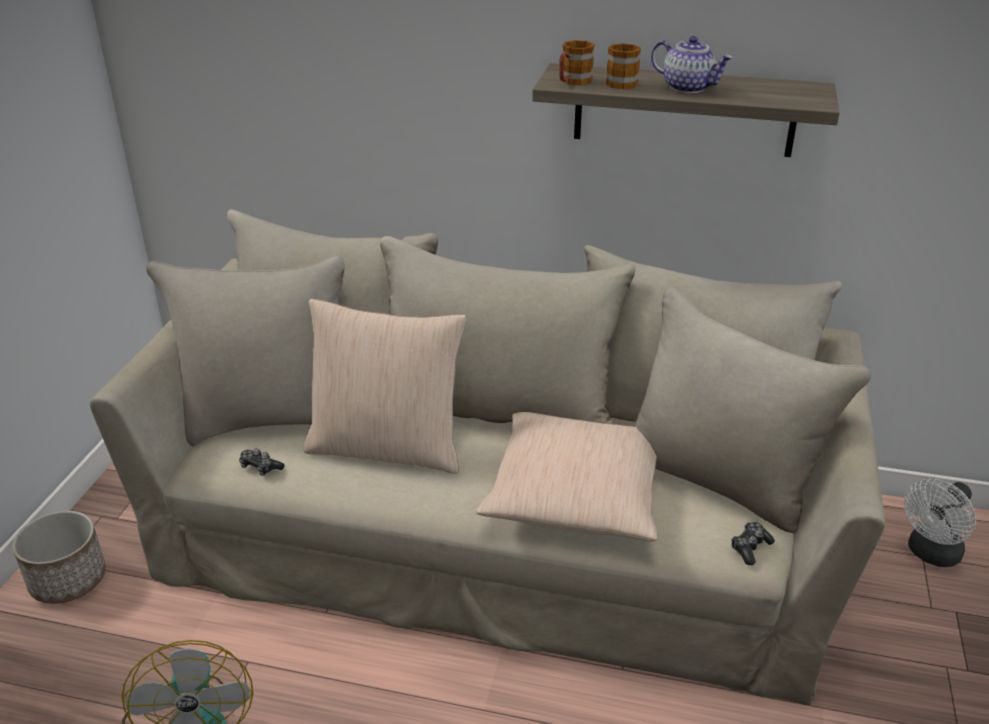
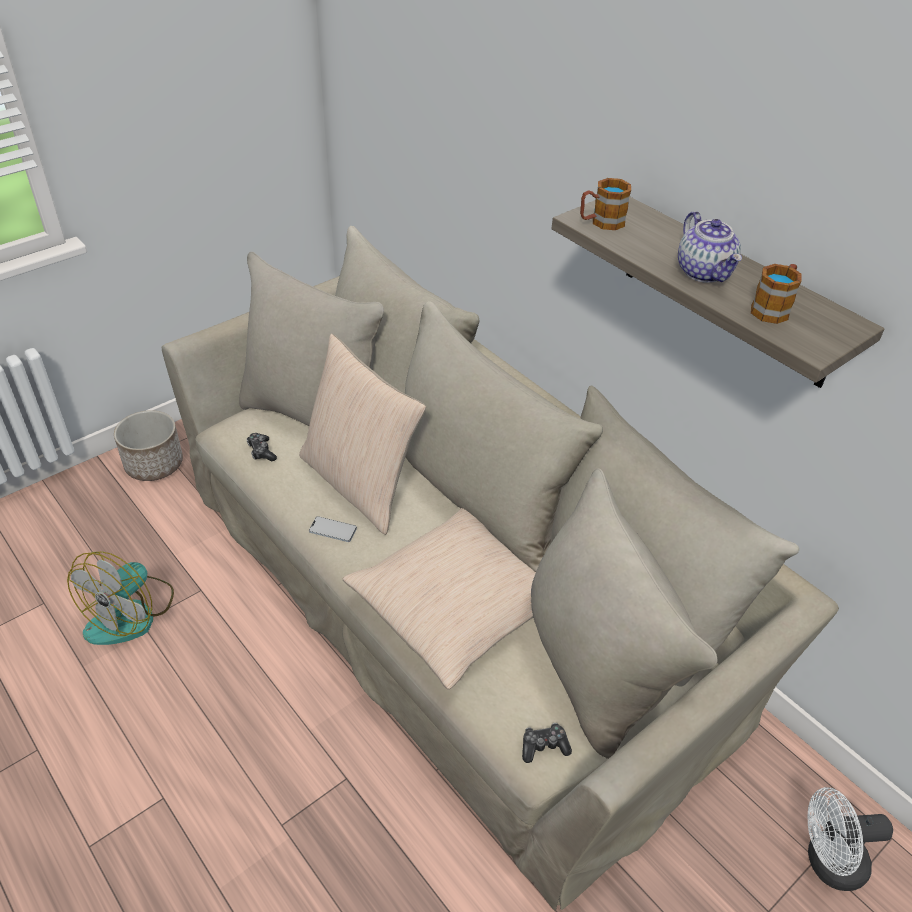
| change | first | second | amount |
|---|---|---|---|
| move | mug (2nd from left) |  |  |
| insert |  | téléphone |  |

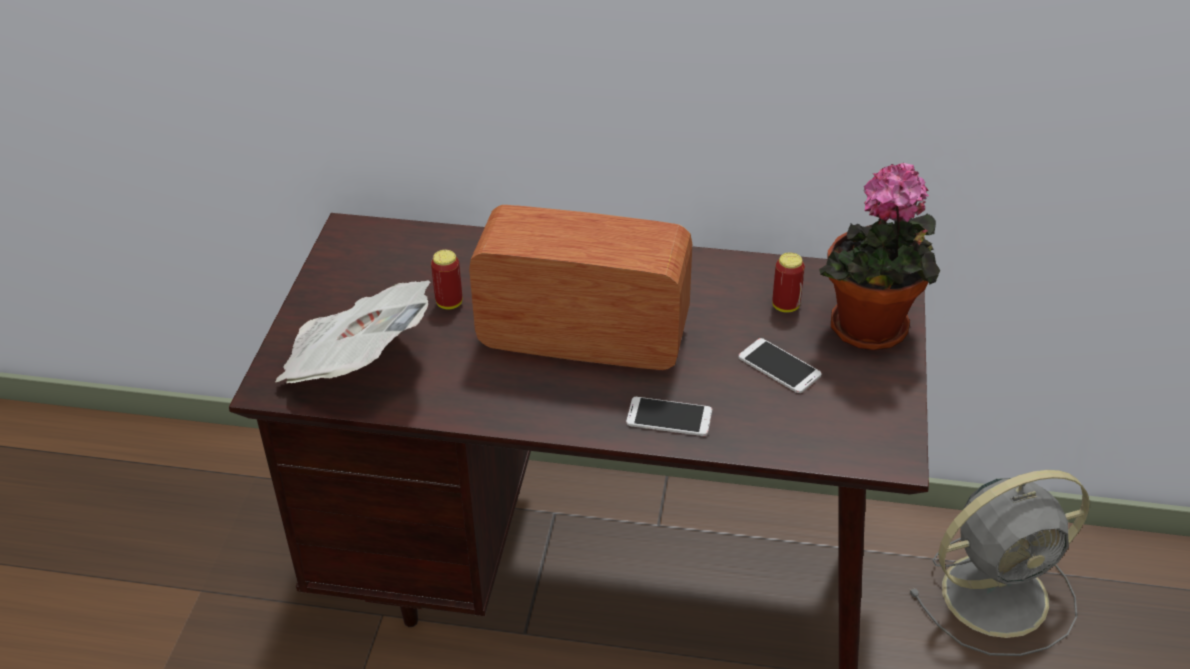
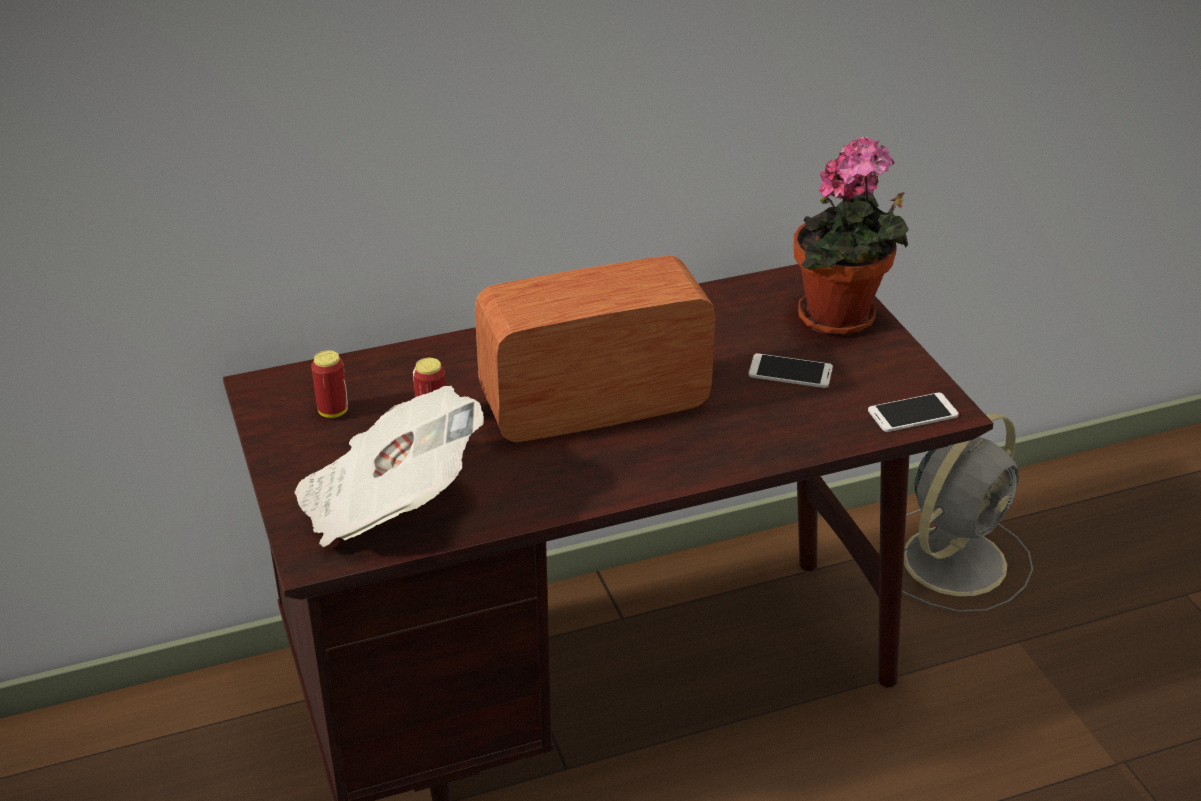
| change | first | second | amount |
|---|---|---|---|
| move | téléphone (1st from left in the first image) | téléphone (2nd from left) |  |
| move | boîte métallique (2nd from left in the first image) | boîte métallique (1st from left) |  |

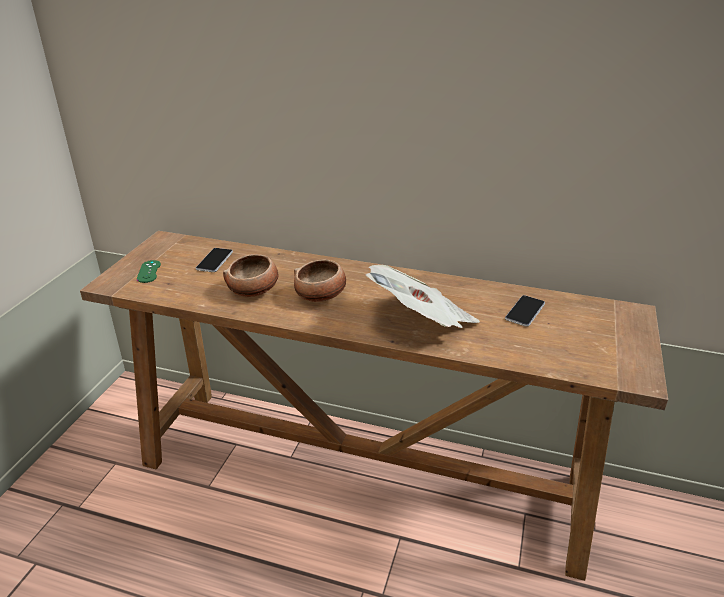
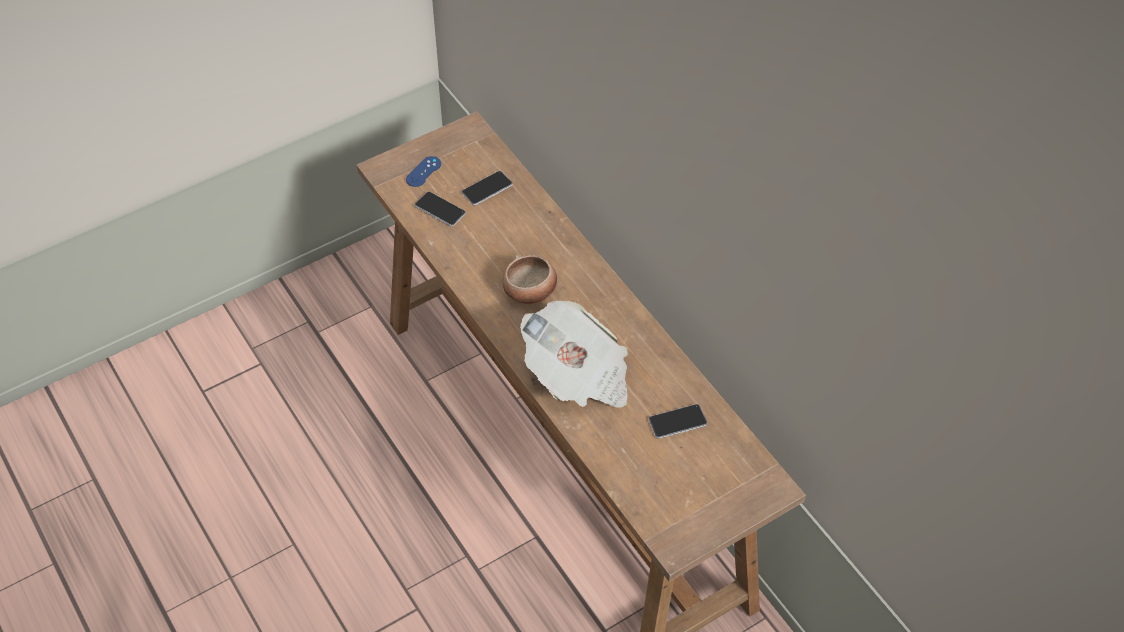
| change | first | second | amount |
|---|---|---|---|
| recolor | manette [vert] | manette [bleu] |  |
| delete | bol (1st from left) |  |  |
| insert |  | téléphone (1st from left) |  |

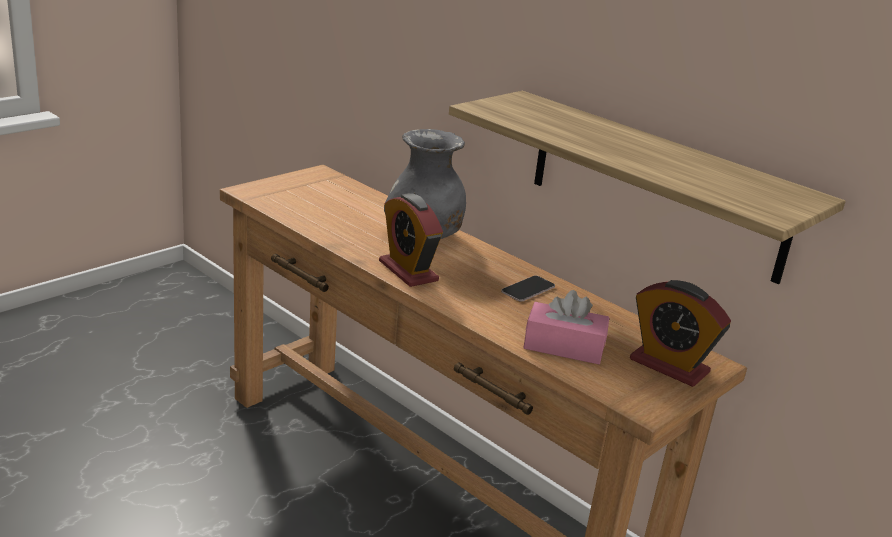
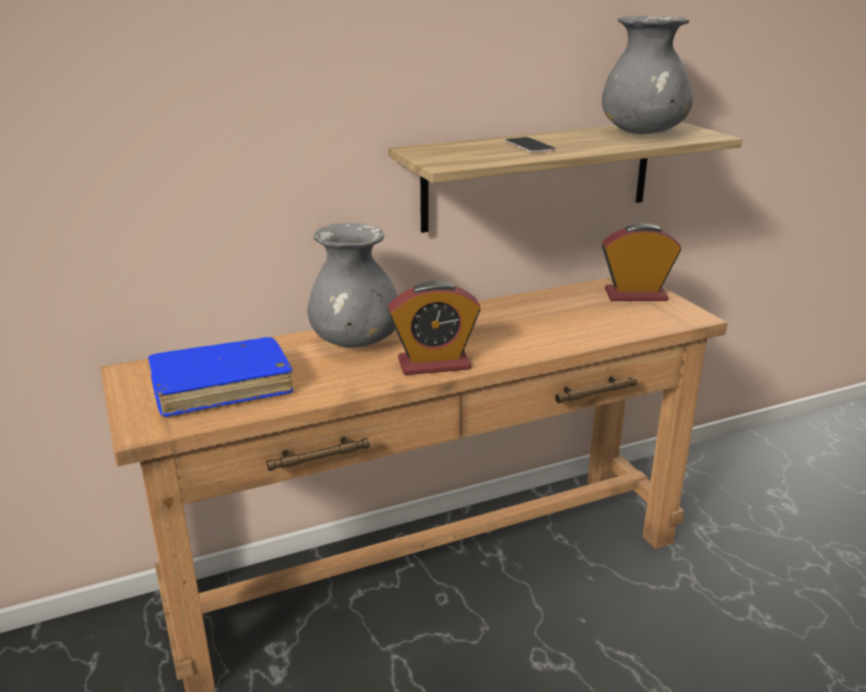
| change | first | second | amount |
|---|---|---|---|
| move | téléphone |  |  |
| delete | boîte à mouchoirs [rose] |  |  |
| rotate | réveil (2nd from left) |  | 150 degrees counterclockwise |
| insert |  | livre [bleu] |  |
| insert |  | vase [gris] (2nd from left) |  |

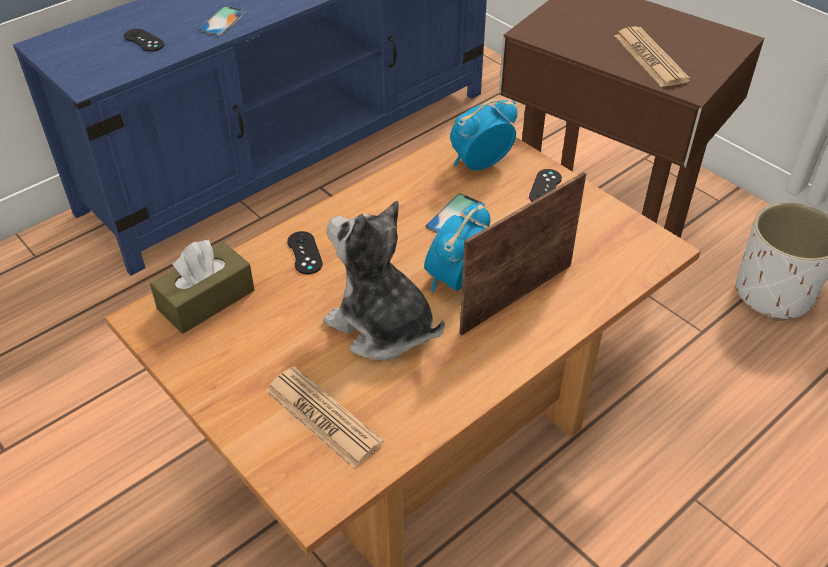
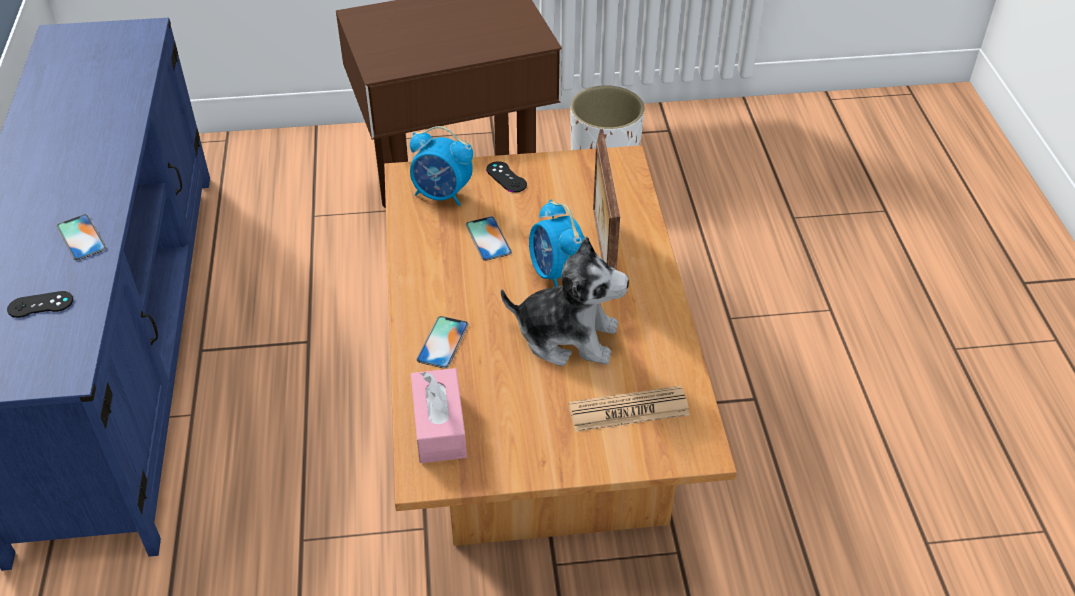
| change | first | second | amount |
|---|---|---|---|
| recolor | boîte à mouchoirs [marron] | boîte à mouchoirs [rose] |  |
| replace | manette [noir] (2nd from left) | téléphone (2nd from left) |  |
| rotate | peluche |  | 150 degrees counterclockwise |
| rotate | réveil (2nd from left in the first image) | réveil (1st from left) | 75 degrees counterclockwise |
| delete | journal (2nd from left) |  |  |

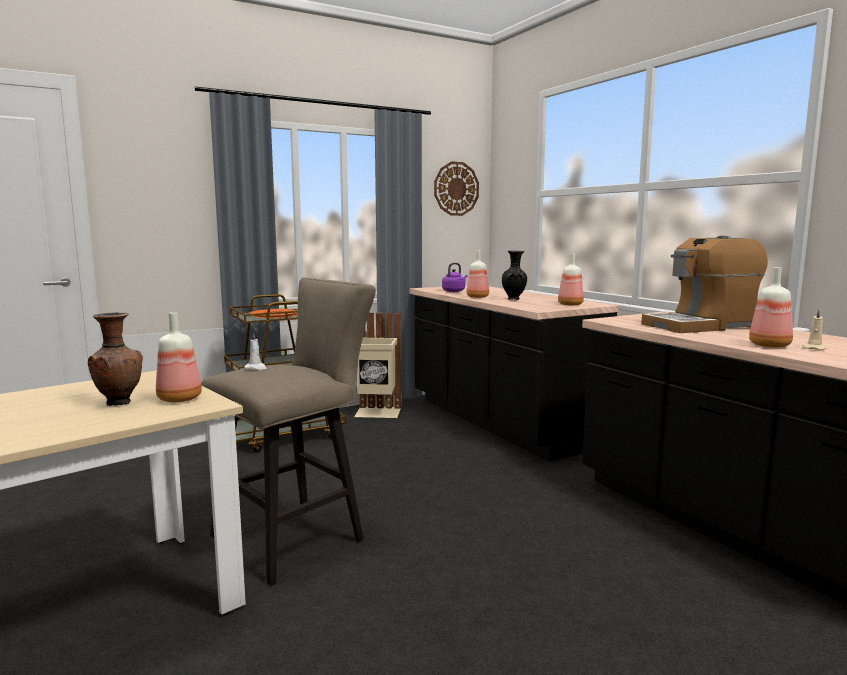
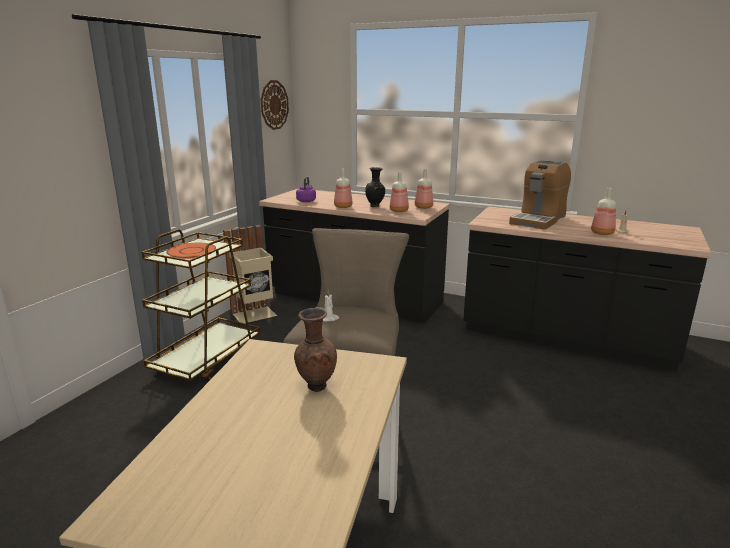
| change | first | second | amount |
|---|---|---|---|
| move | bouteille (1st from left in the first image) | bouteille (2nd from left) |  |

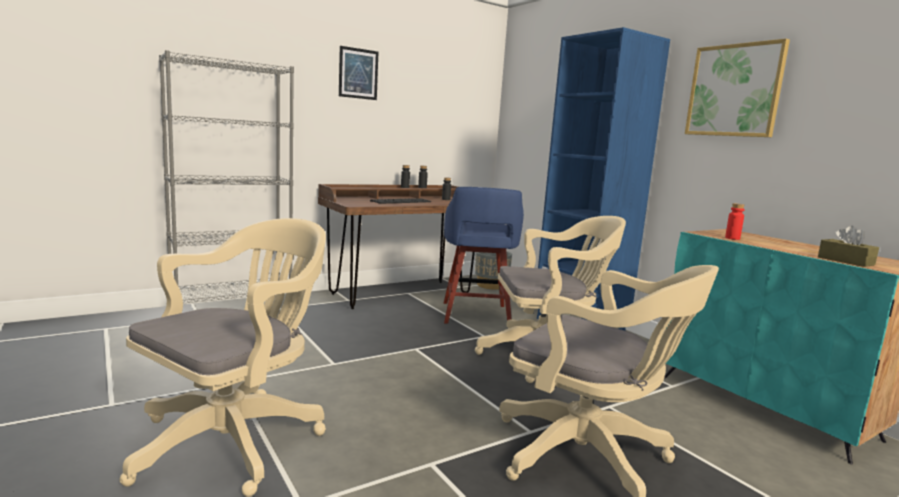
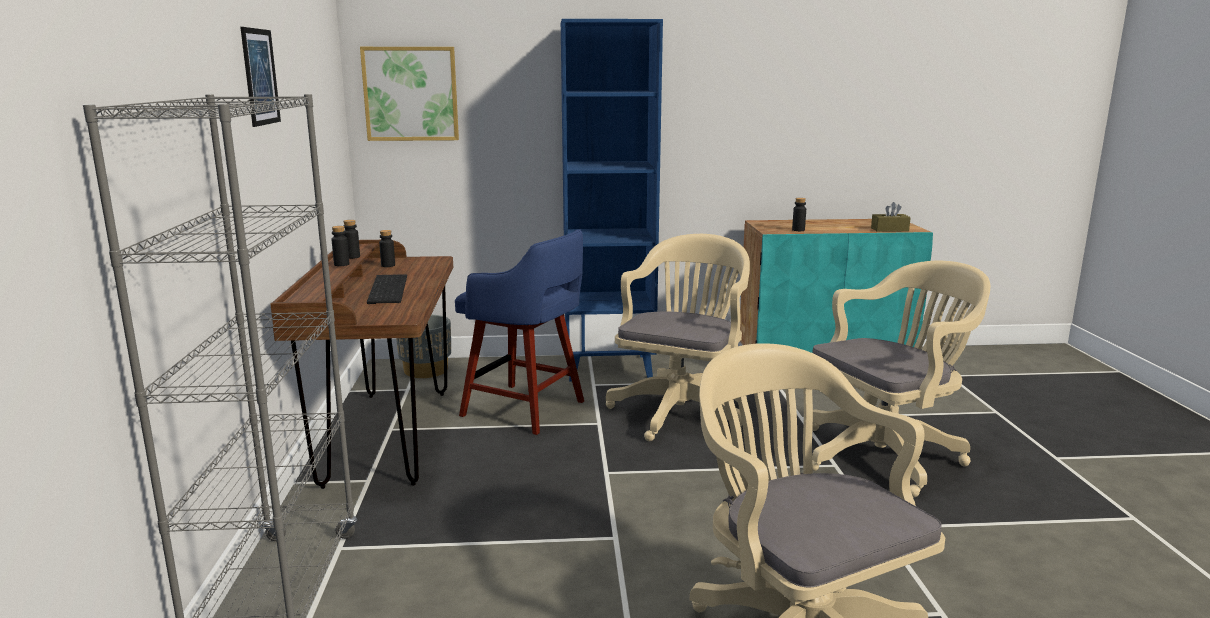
| change | first | second | amount |
|---|---|---|---|
| move | tableau (2nd from left) |  |  |
| recolor | bouteille [rouge] | bouteille [noir] (4th from left) |  |

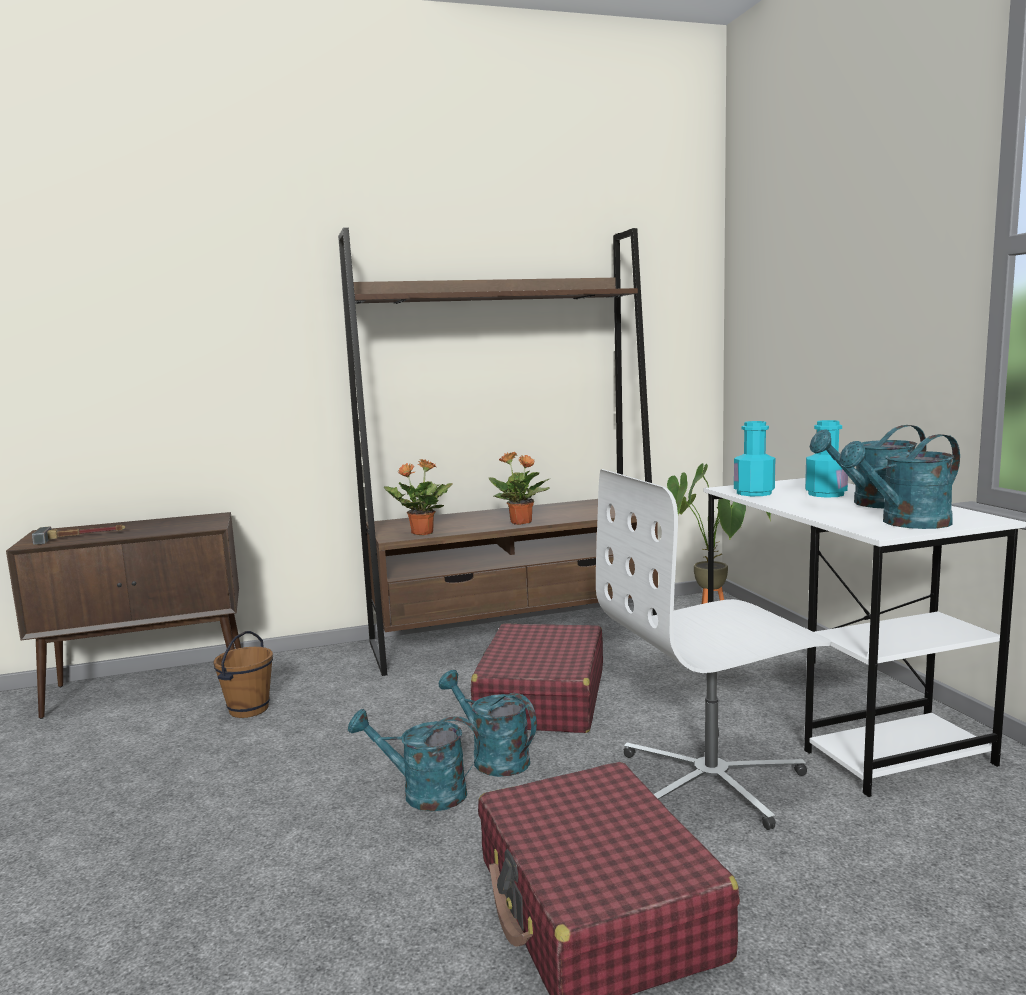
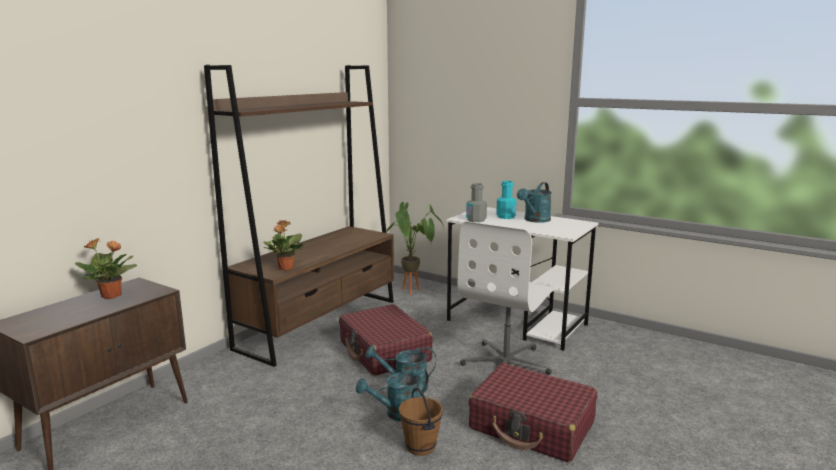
| change | first | second | amount |
|---|---|---|---|
| delete | marteau |  |  |
| move | seau [marron] |  |  |
| move | plante en pot (2nd from left in the first image) | plante en pot (1st from left) |  |
| recolor | bouteille [turquoise] (1st from left) | bouteille [gris] |  |
| delete | arrosoir [turquoise] (4th from left) |  |  |

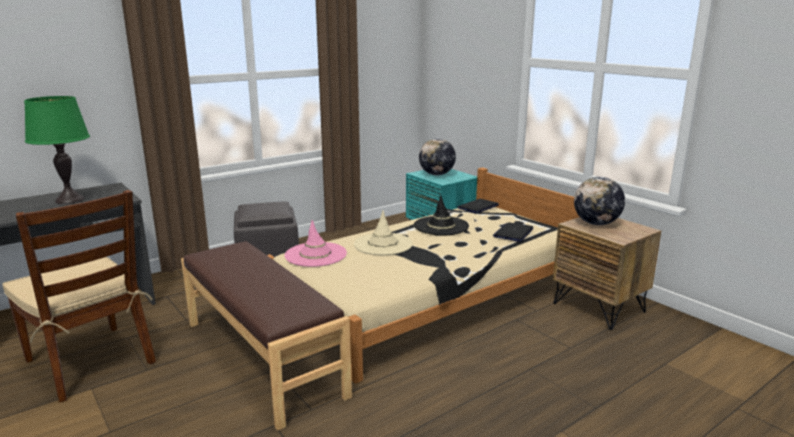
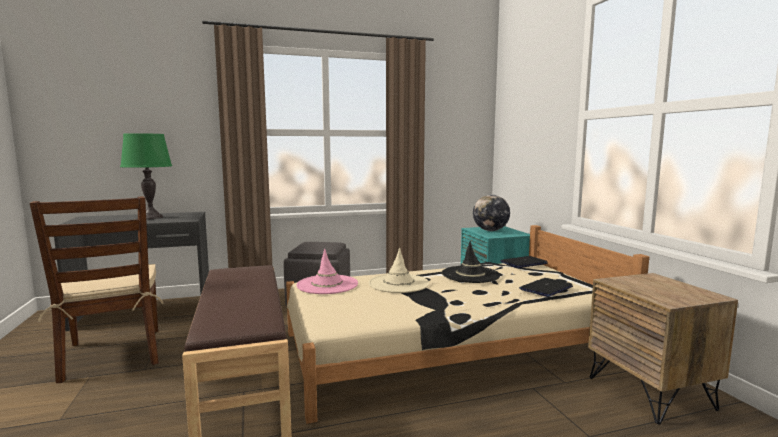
| change | first | second | amount |
|---|---|---|---|
| delete | globe (2nd from left) |  |  |

